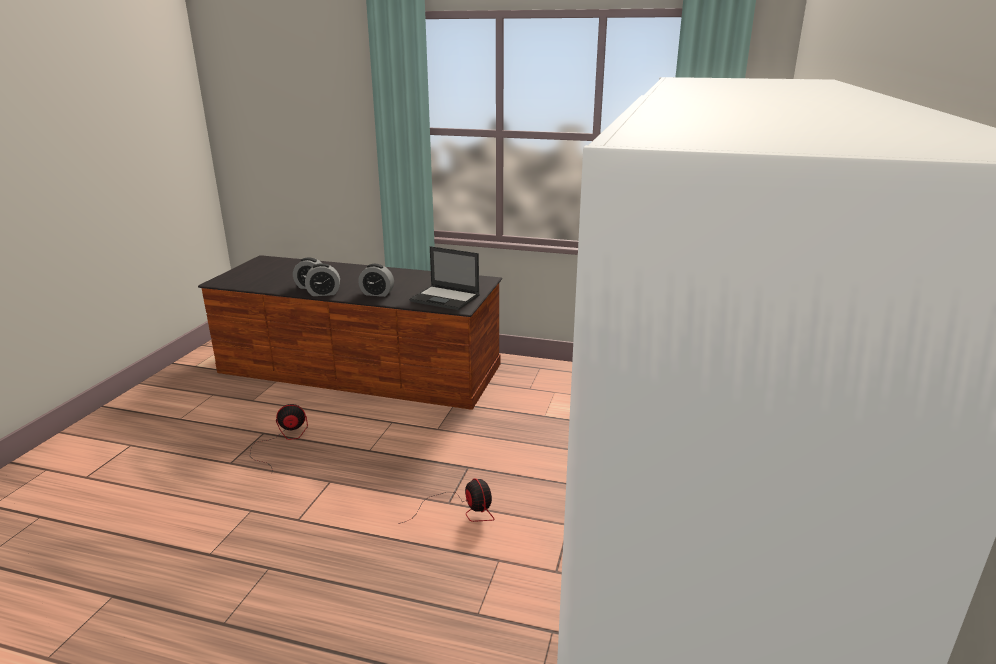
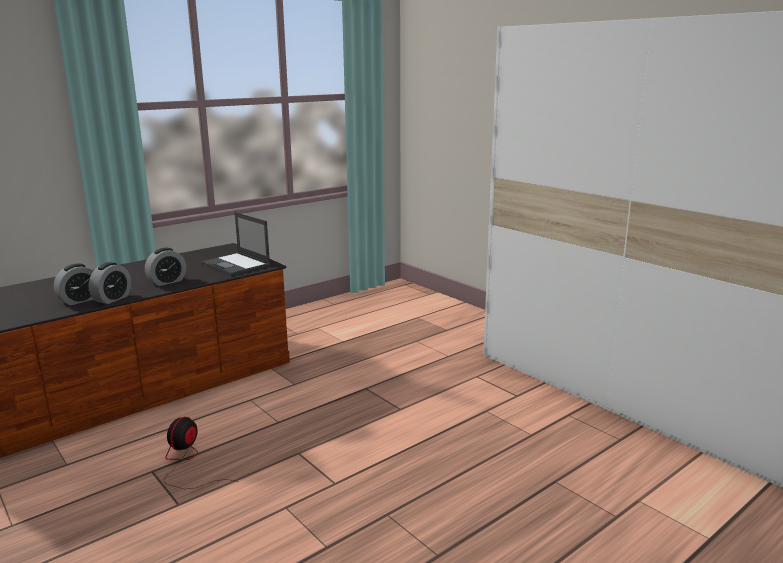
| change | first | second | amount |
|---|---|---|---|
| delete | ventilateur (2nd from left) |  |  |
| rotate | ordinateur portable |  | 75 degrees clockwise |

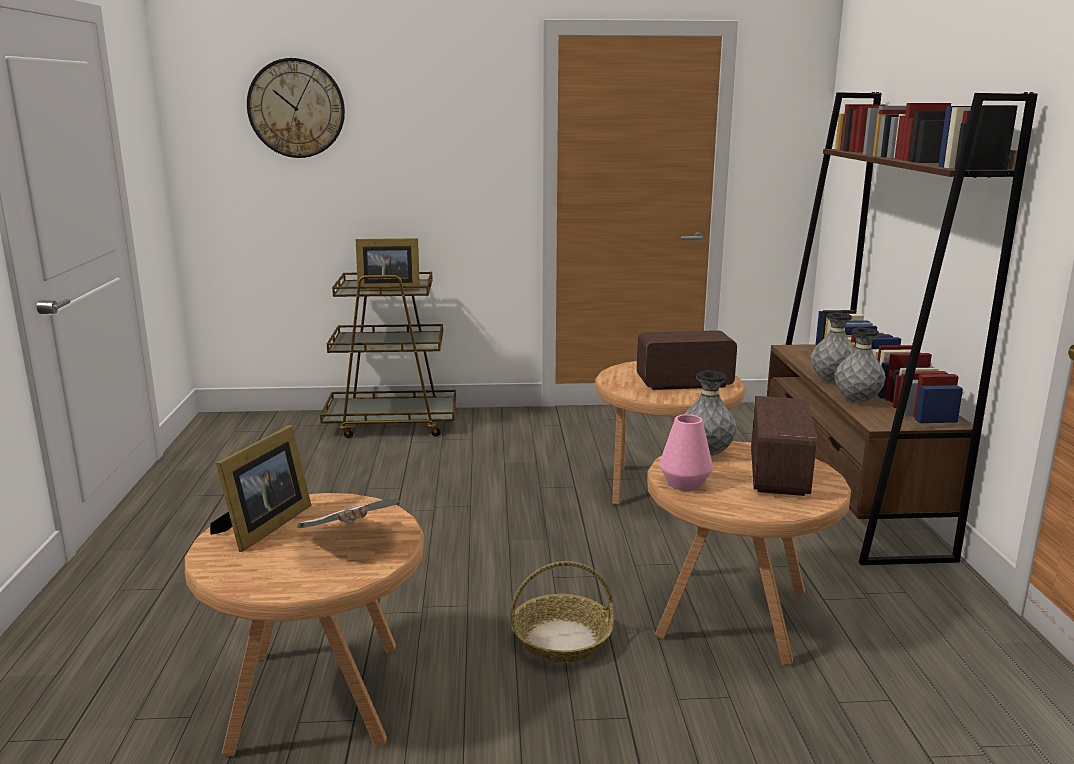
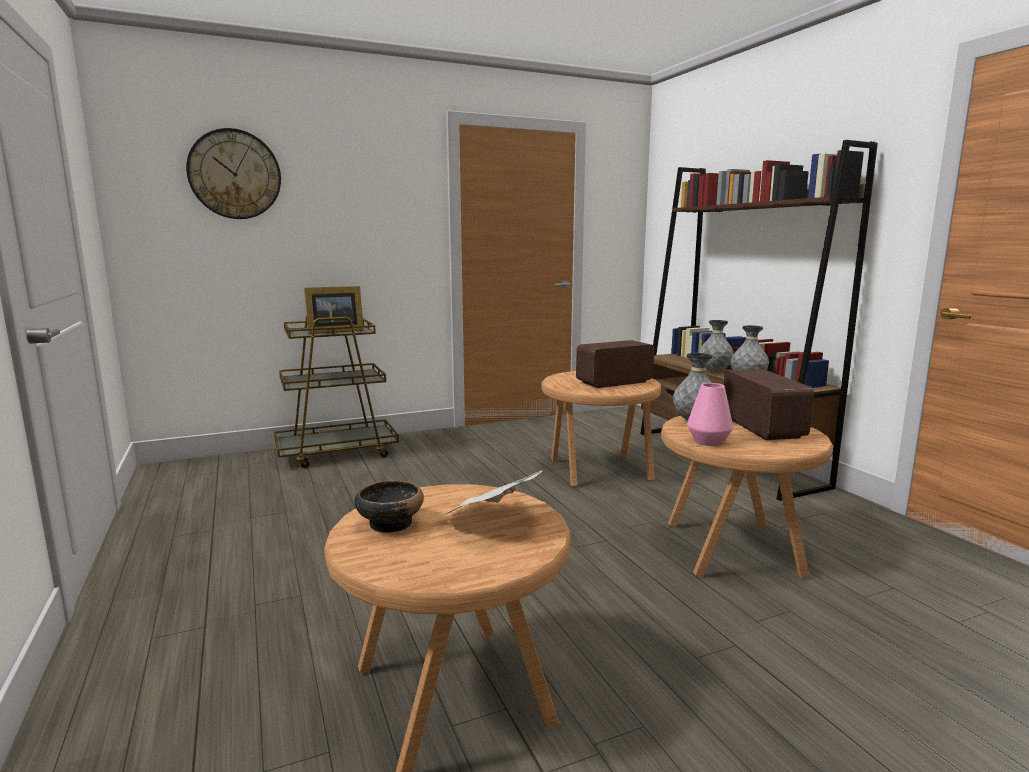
| change | first | second | amount |
|---|---|---|---|
| replace | cadre photo (1st from left) | bol |  |
| delete | panier |  |  |

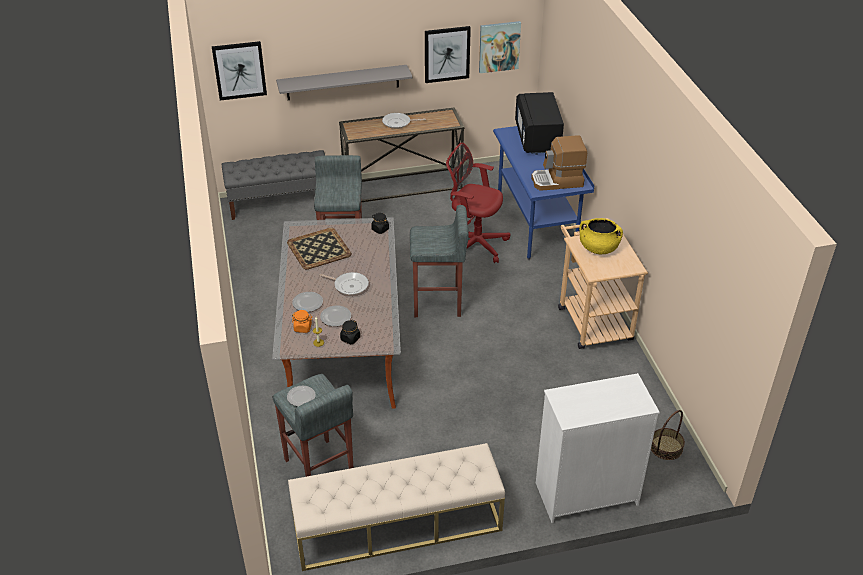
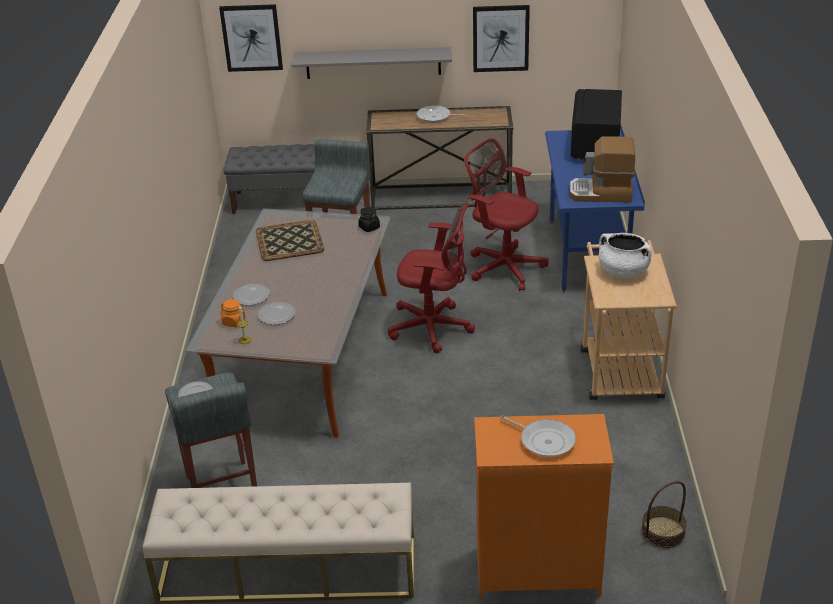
| change | first | second | amount |
|---|---|---|---|
| move | poêle (1st from left in the first image) | poêle (2nd from left) |  |
| delete | bocal [noir] (1st from left) |  |  |
| replace | tabouret [gris] (3rd from left) | chaise de bureau [rouge] (1st from left) |  |
| delete | tableau (3rd from left) |  |  |
| recolor | commode [blanc] | commode [orange] |  |
| recolor | marmite [jaune] | marmite [blanc] |  |

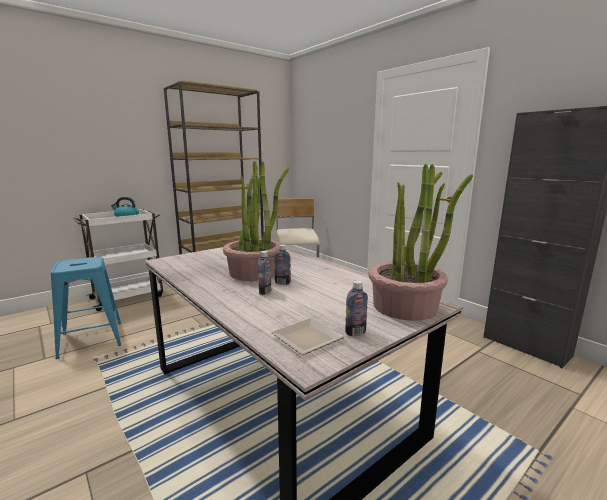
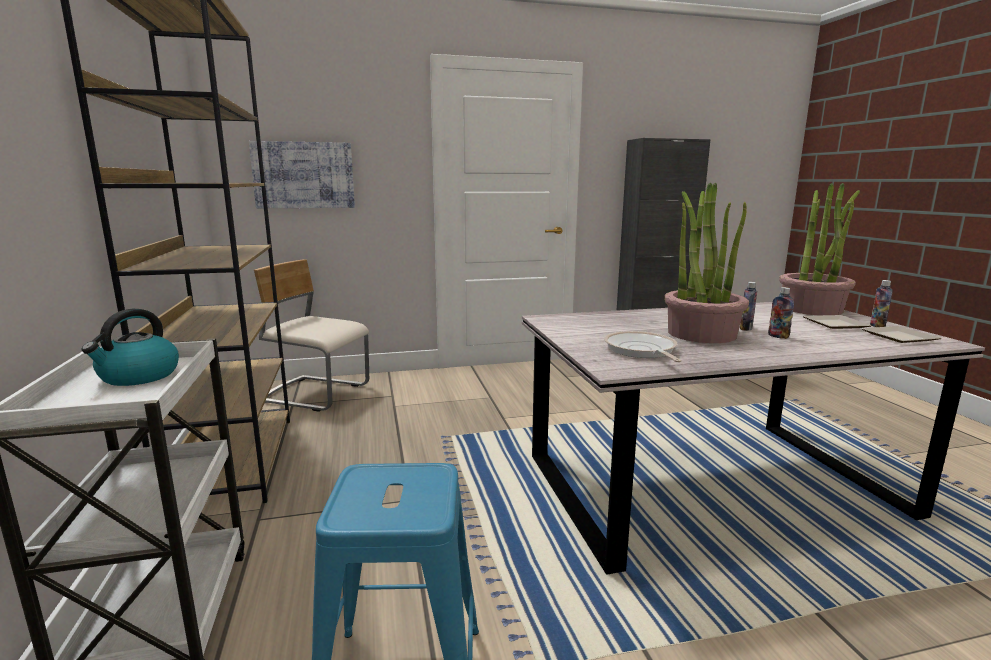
| change | first | second | amount |
|---|---|---|---|
| insert |  | tableau |  |
| insert |  | poêle |  |
| insert |  | assiette (1st from left) |  |

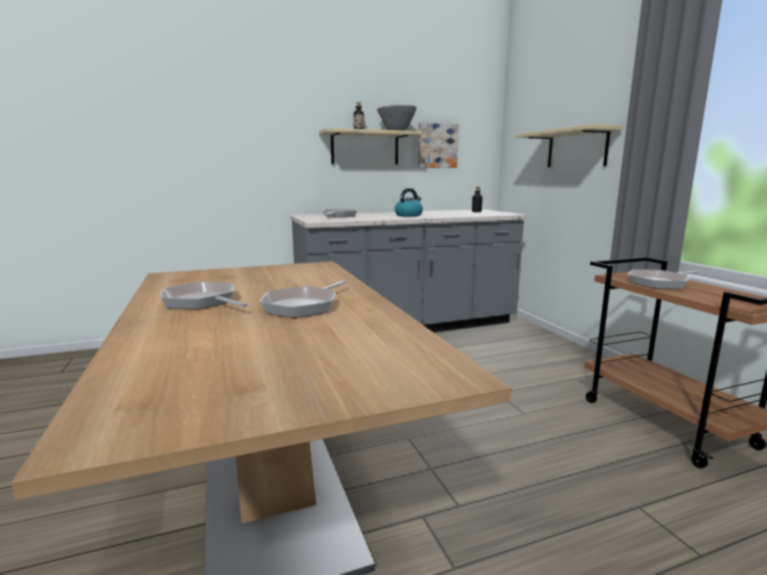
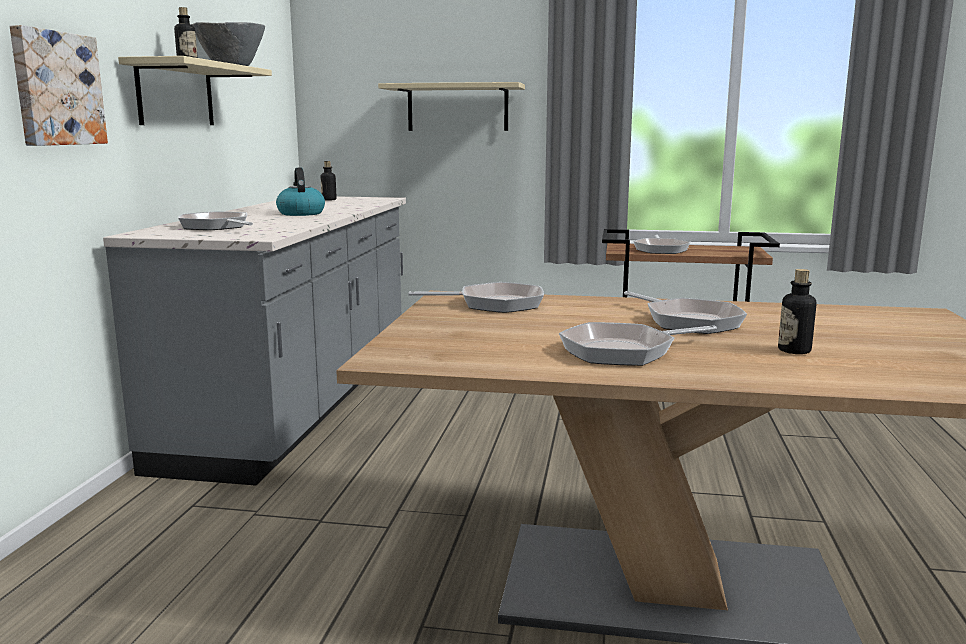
| change | first | second | amount |
|---|---|---|---|
| move | tableau |  |  |
| insert |  | poêle (2nd from left) |  |
| insert |  | bouteille (3rd from left) |  |

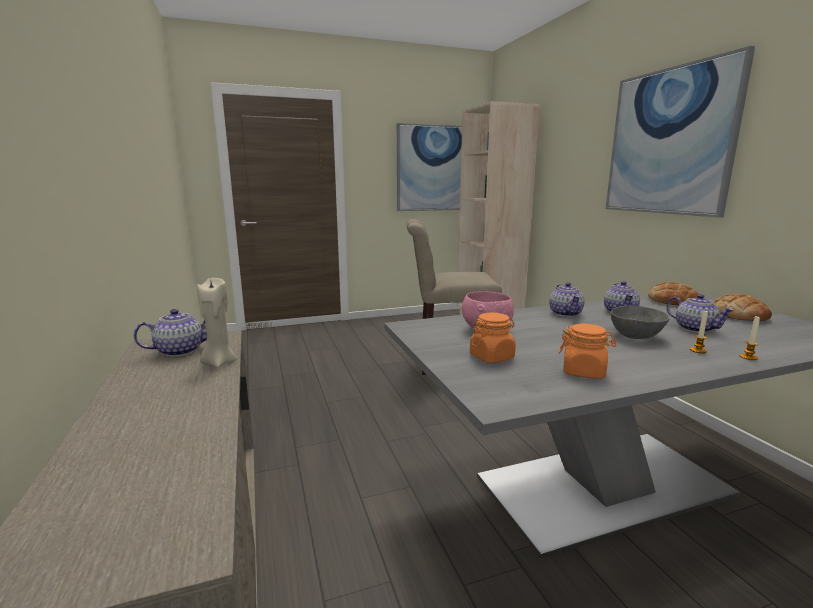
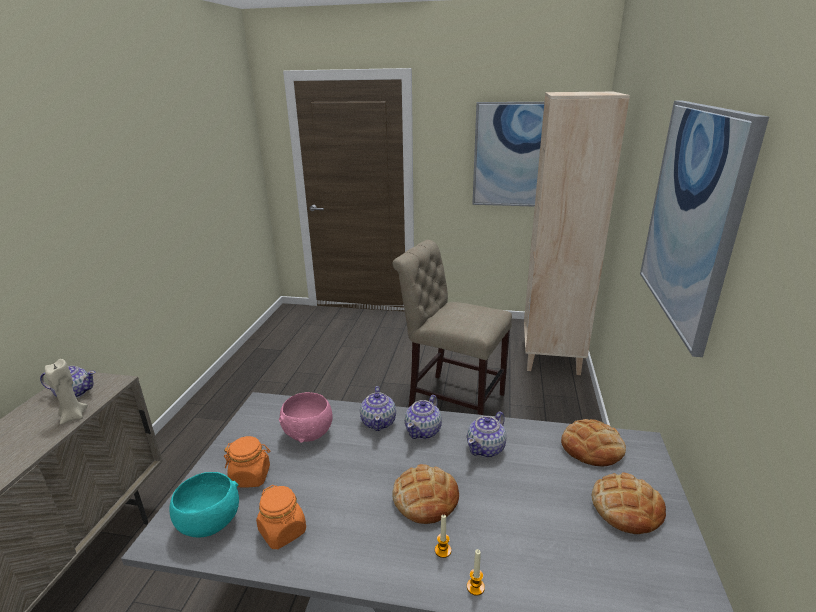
| change | first | second | amount |
|---|---|---|---|
| replace | bol [gris] | pain (1st from left) |  |
| move | théière (4th from left in the first image) | théière (2nd from left) |  |
| insert |  | bol [turquoise] |  |

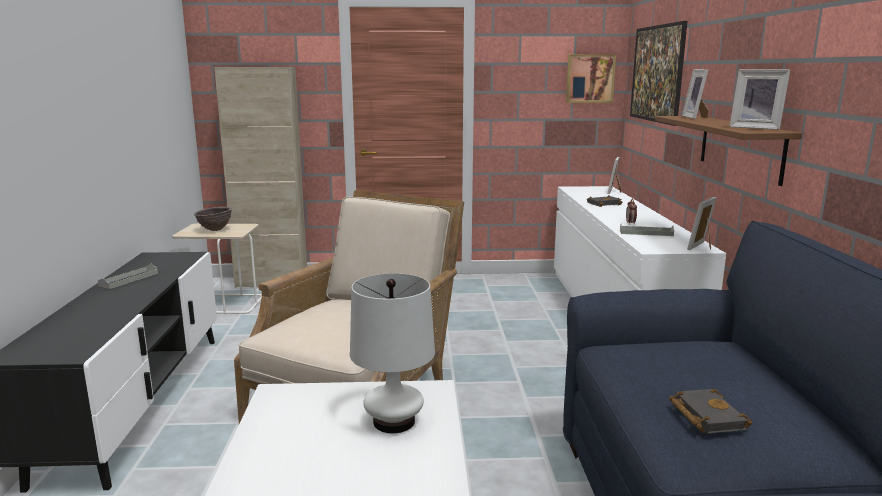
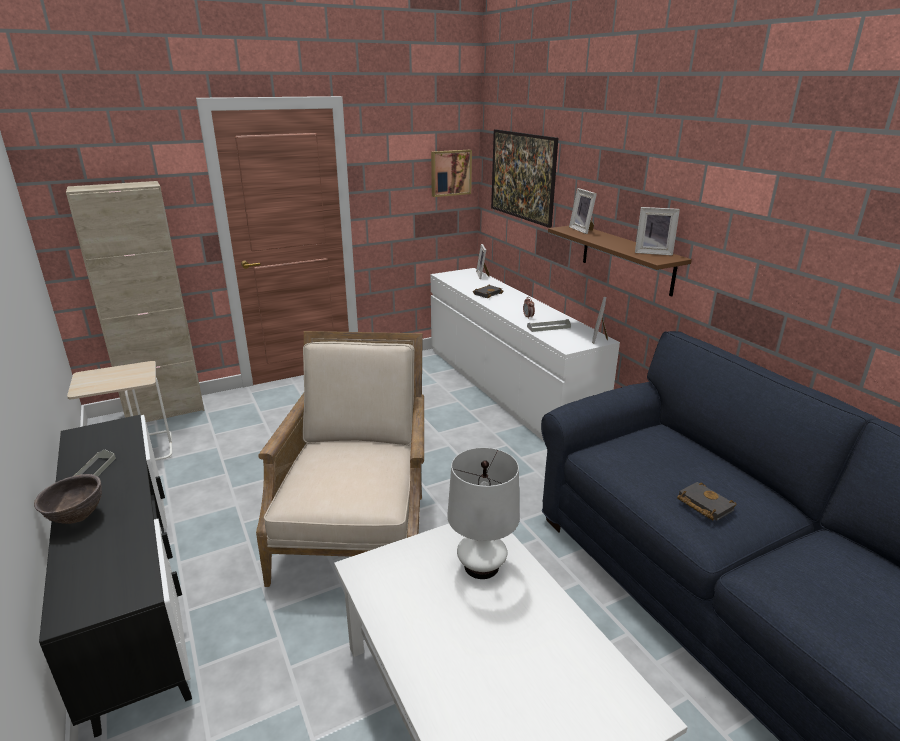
| change | first | second | amount |
|---|---|---|---|
| move | bol [marron] |  |  |

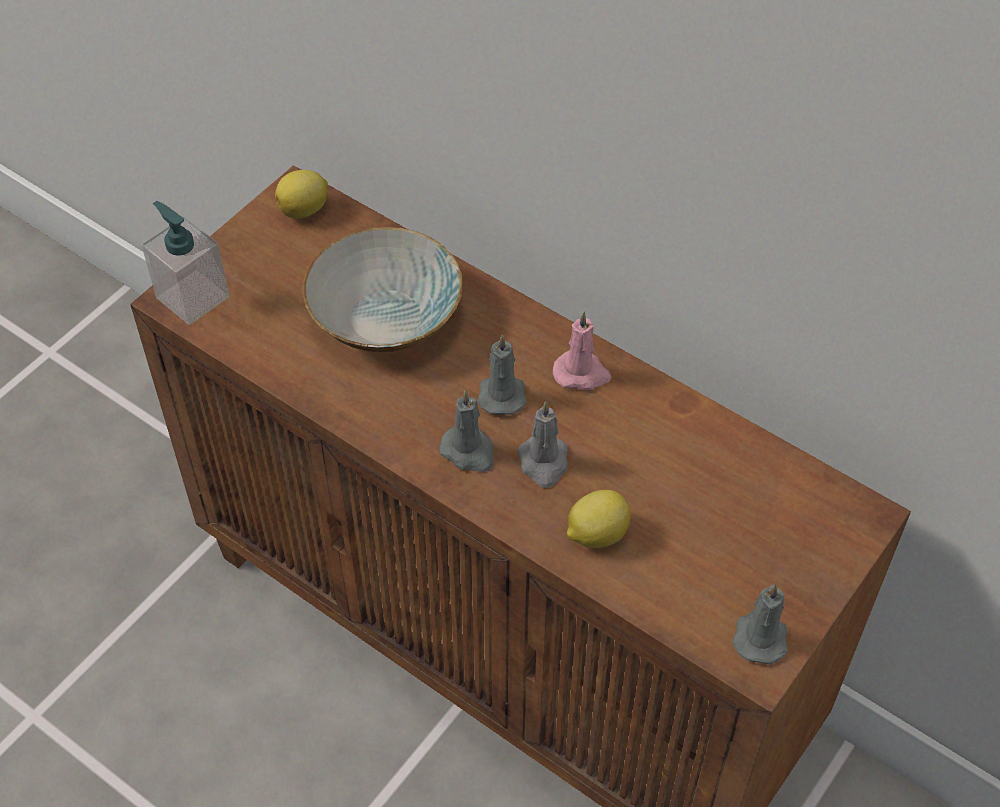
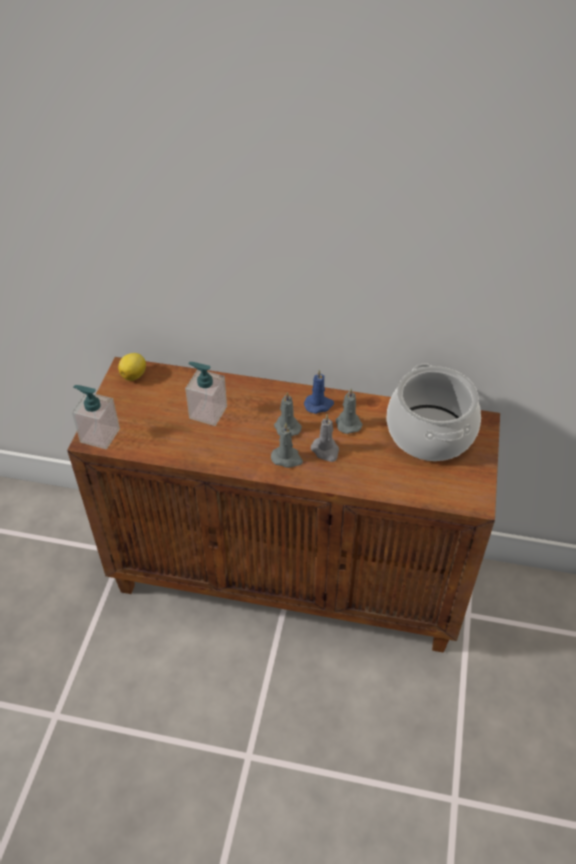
| change | first | second | amount |
|---|---|---|---|
| replace | bol | distributeur de savon (2nd from left) |  |
| recolor | bougie [rose] | bougie [bleu] |  |
| delete | citron (2nd from left) |  |  |
| move | bougie [gris] (4th from left) |  |  |
| insert |  | marmite |  |

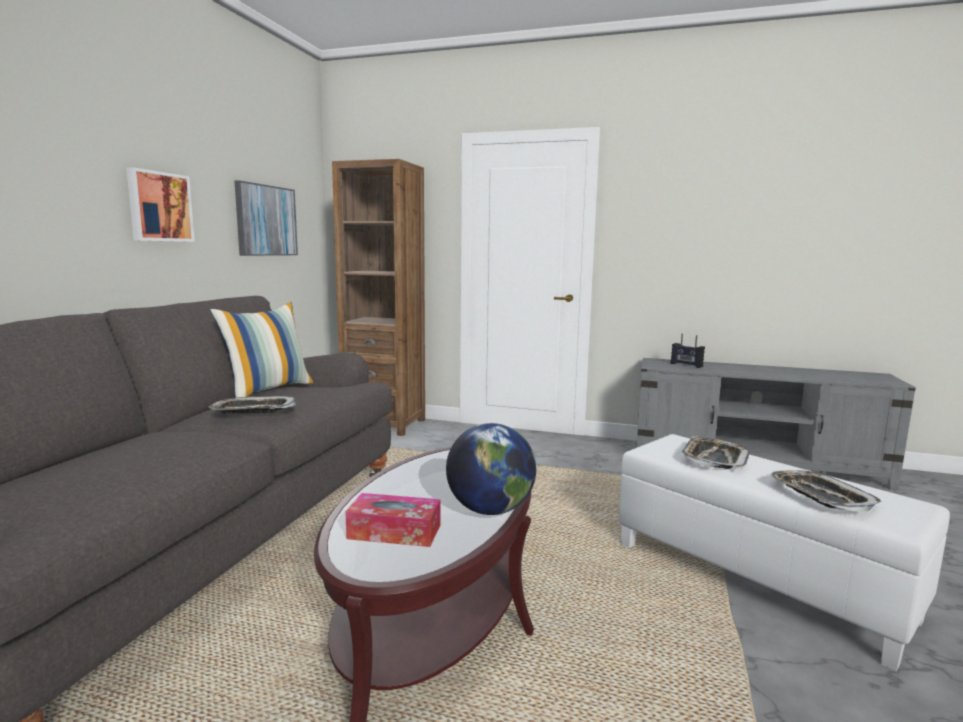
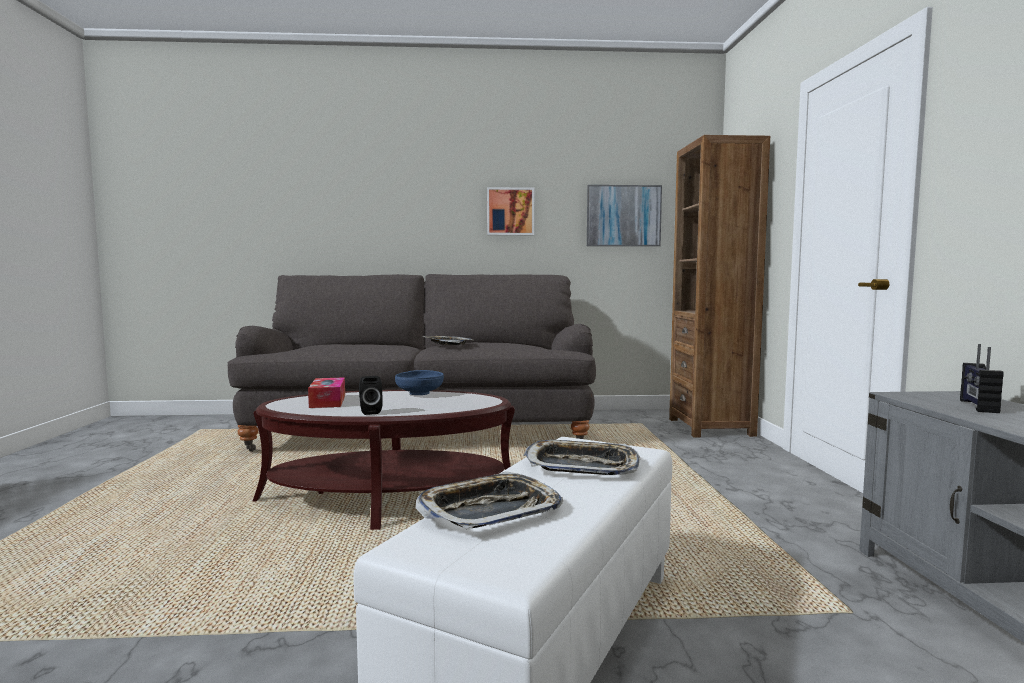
| change | first | second | amount |
|---|---|---|---|
| delete | coussin |  |  |
| replace | globe | enceinte [noir] |  |
| insert |  | bol [bleu] |  |

